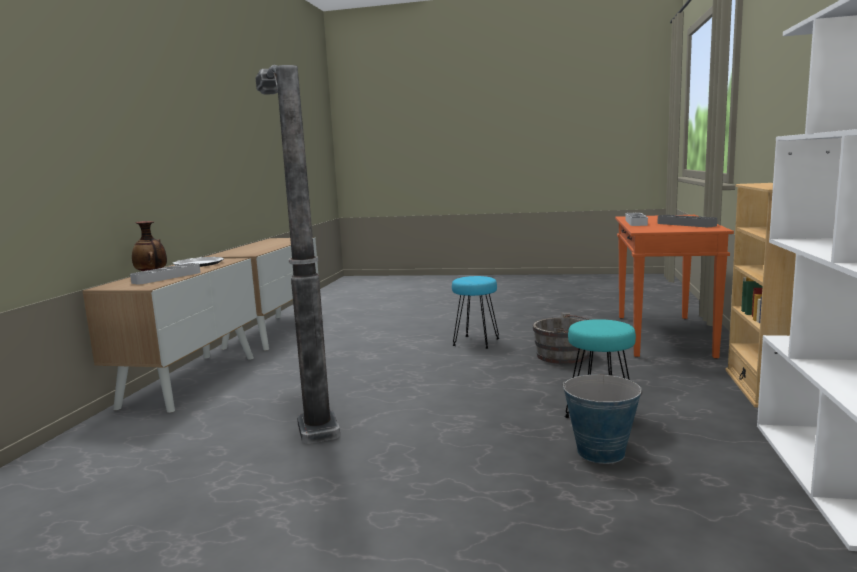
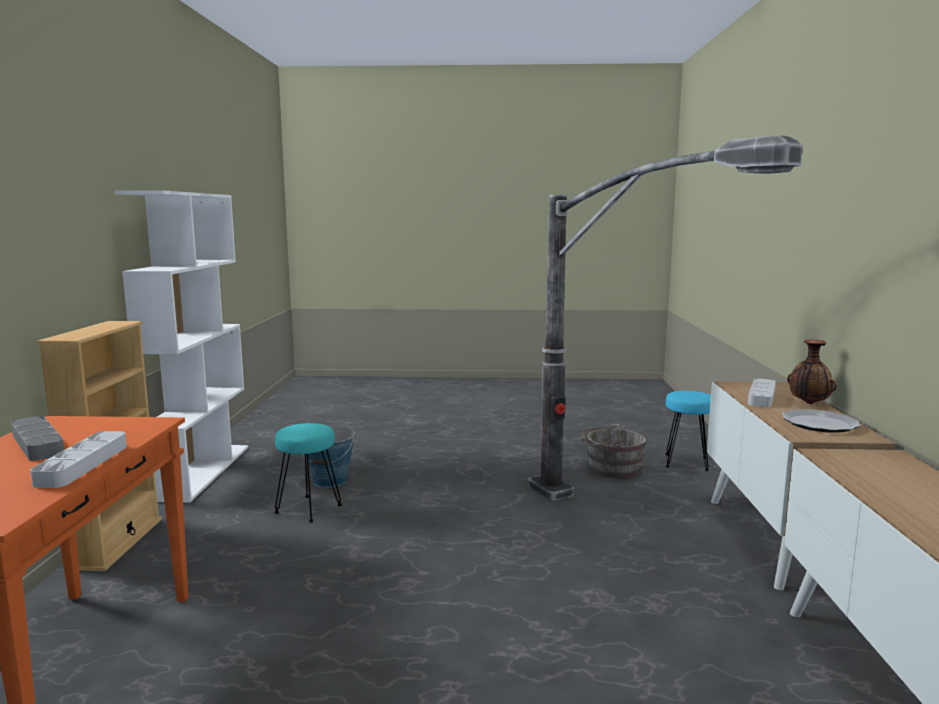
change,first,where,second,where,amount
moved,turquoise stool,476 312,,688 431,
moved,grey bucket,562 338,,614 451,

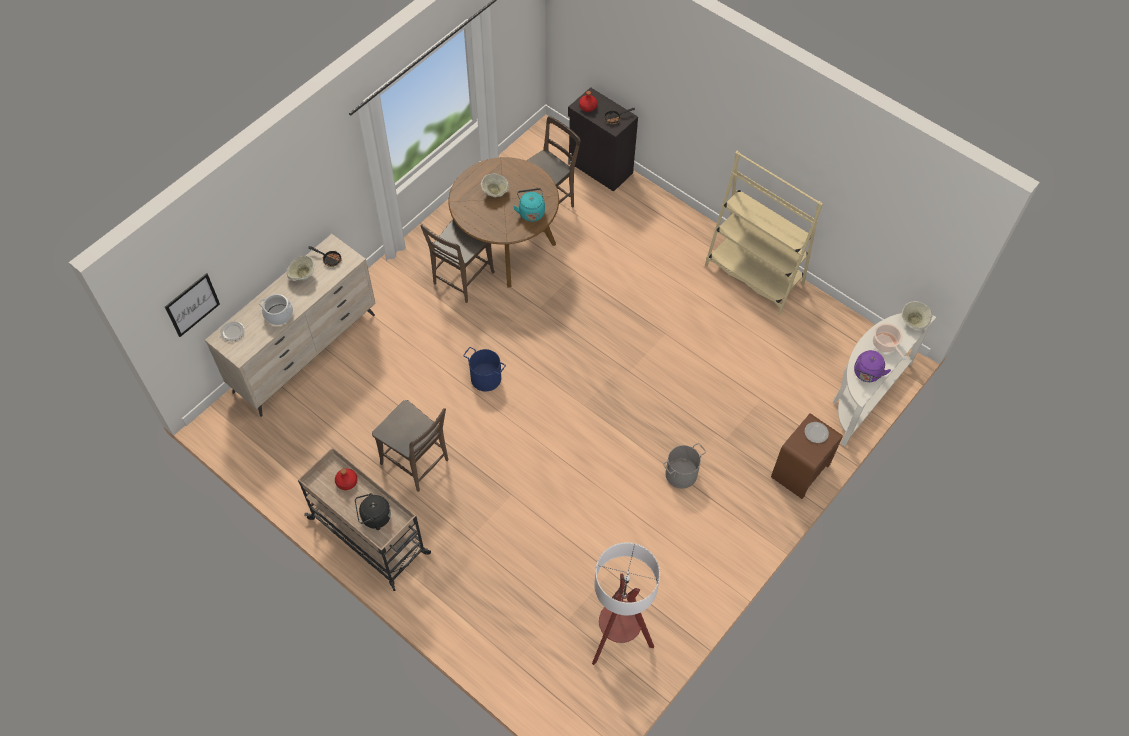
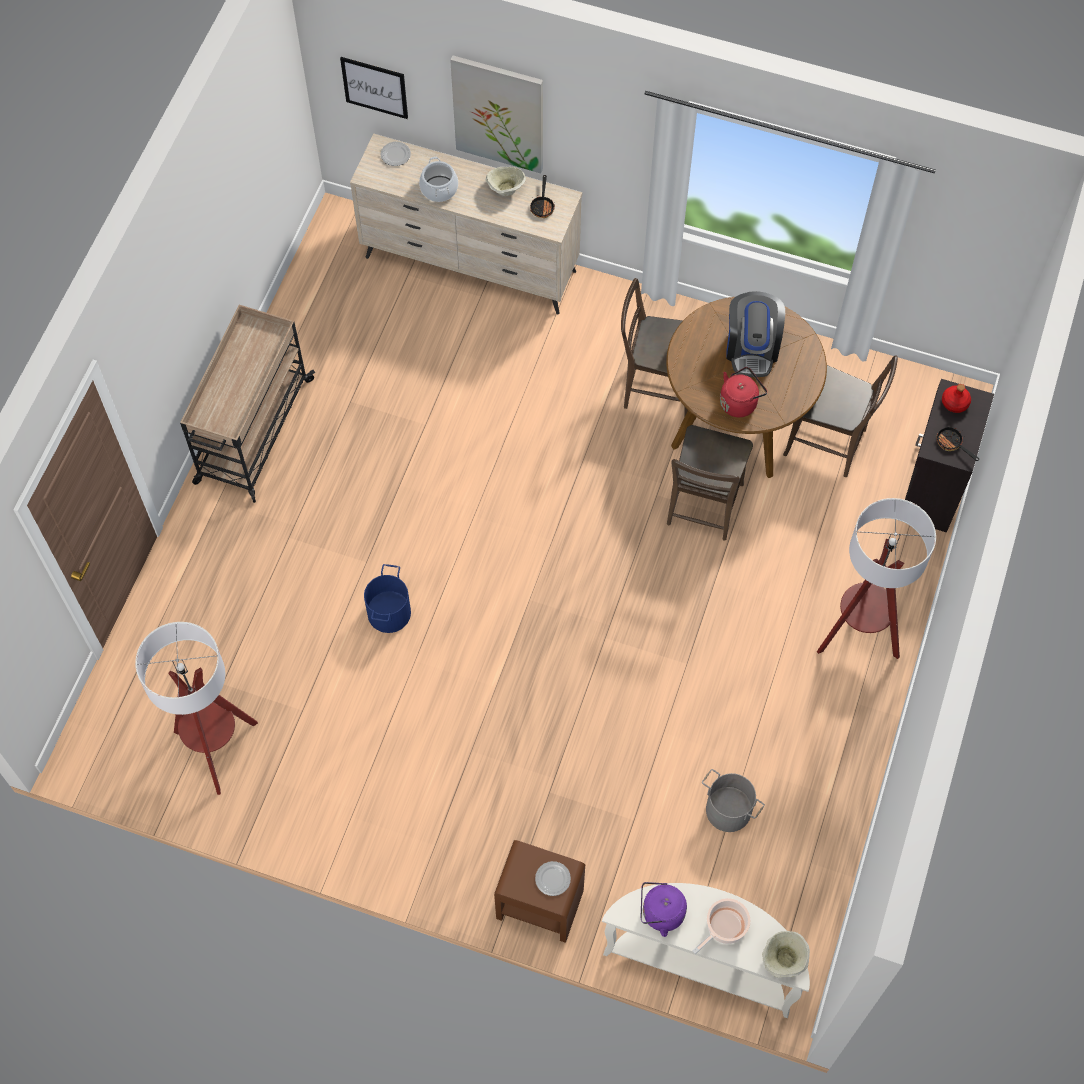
change,first,where,second,where,amount
removed,red bottle,346 479,,,
removed,black kettle,373 511,,,
moved,brown chair,410 446,,710 483,
moved,blue bucket,484 369,,387 598,
replaced,beige bowl,495 185,coffee machine,755 334,
recoloured,turquoise kettle,529 205,red kettle,743 392,
moved,grey bucket,684 466,,733 800,
removed,beige bookcase,764 233,,,
added,,,picture,496 114,
added,,,floor lamp,876 578,

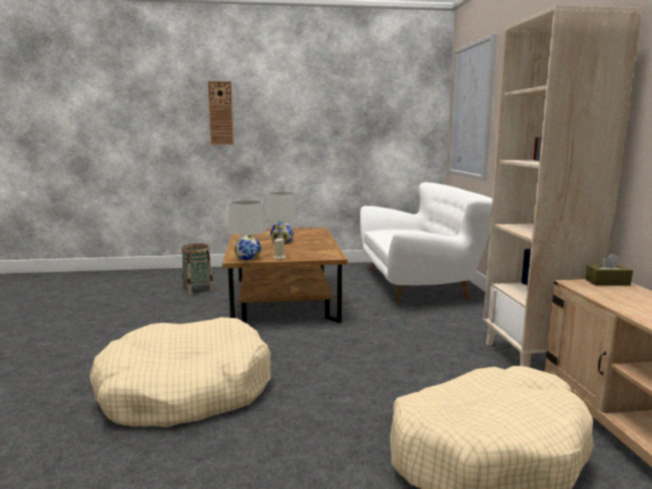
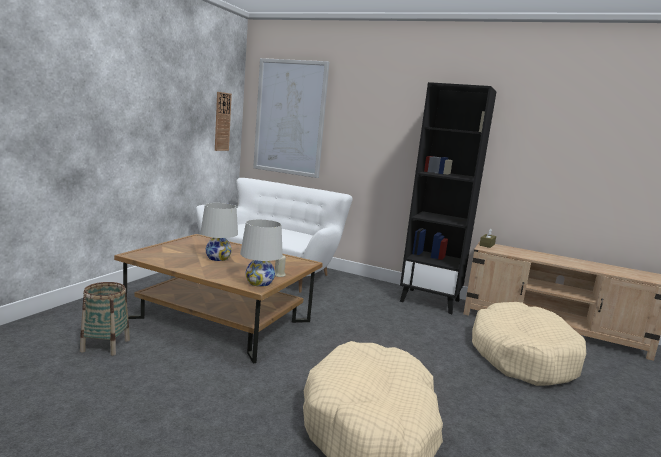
change,first,where,second,where,amount
moved,wall clock,221 113,,223 121,
recoloured,beige bookcase,562 186,black bookcase,448 198,

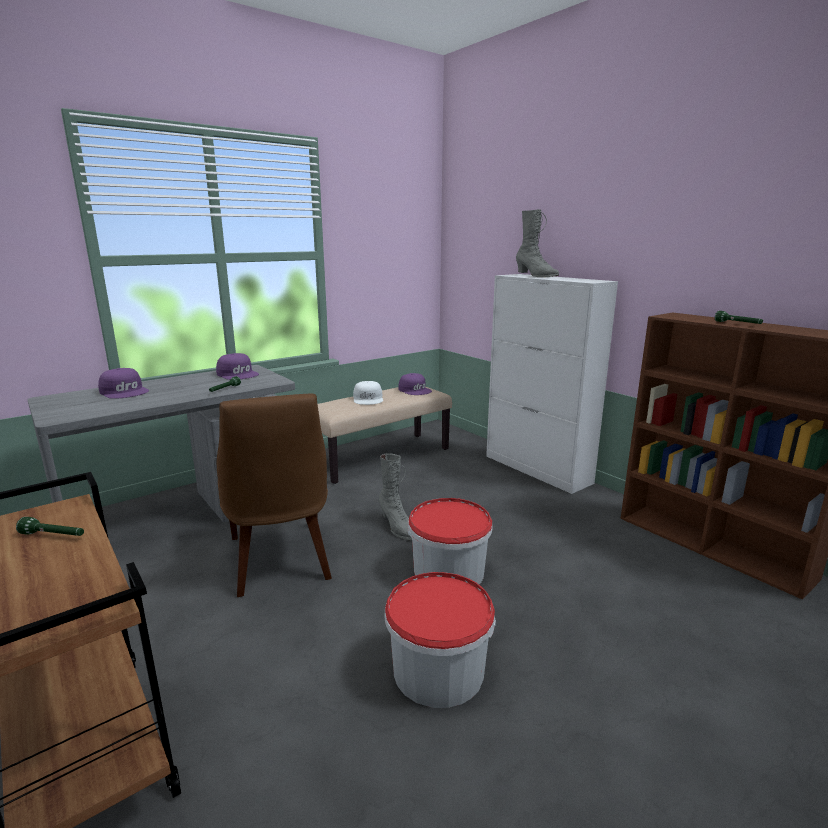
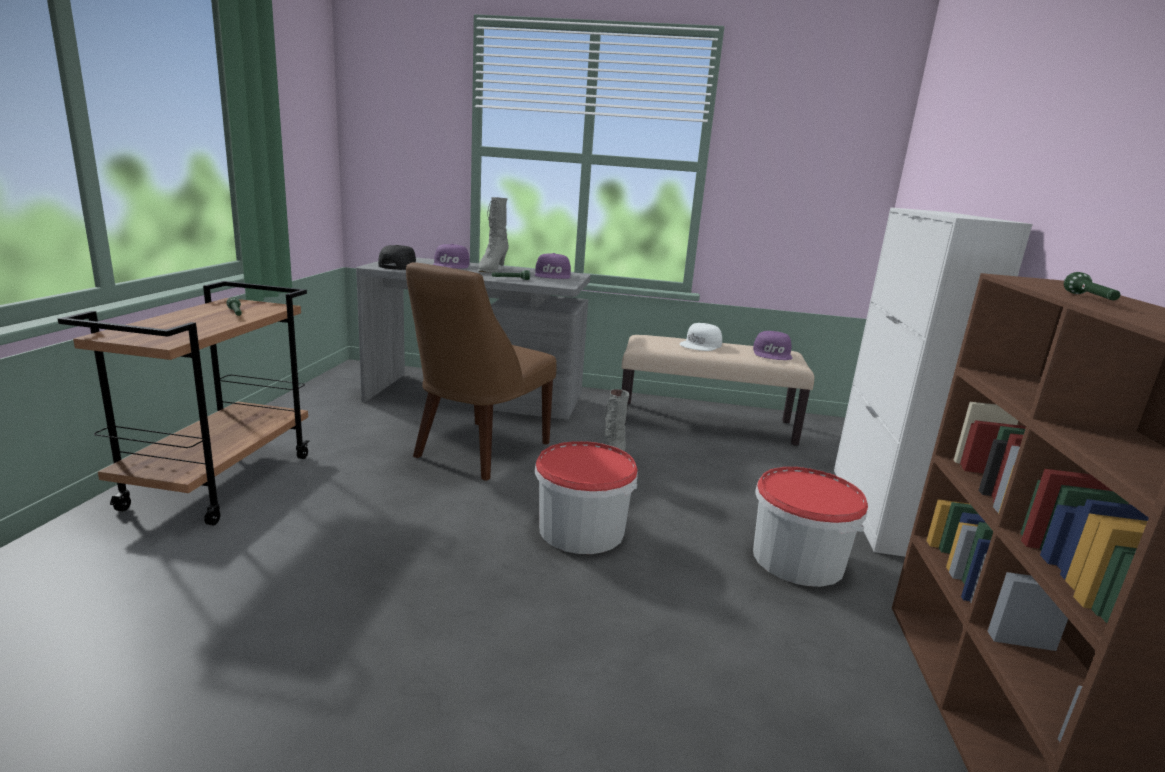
change,first,where,second,where,amount
moved,bucket,440 640,,810 527,
moved,grey boot,537 243,,493 234,
added,,,black cap,397 257,

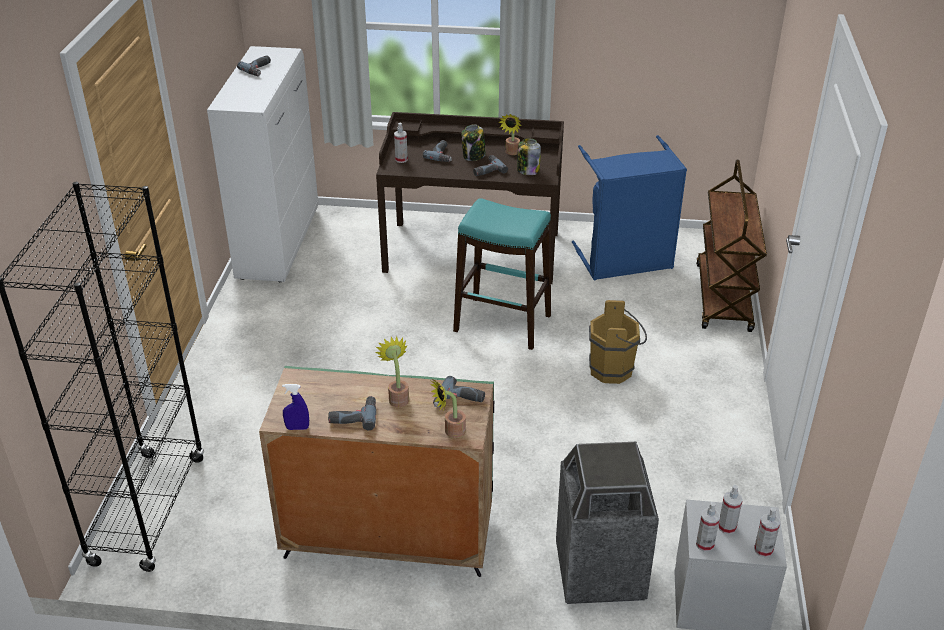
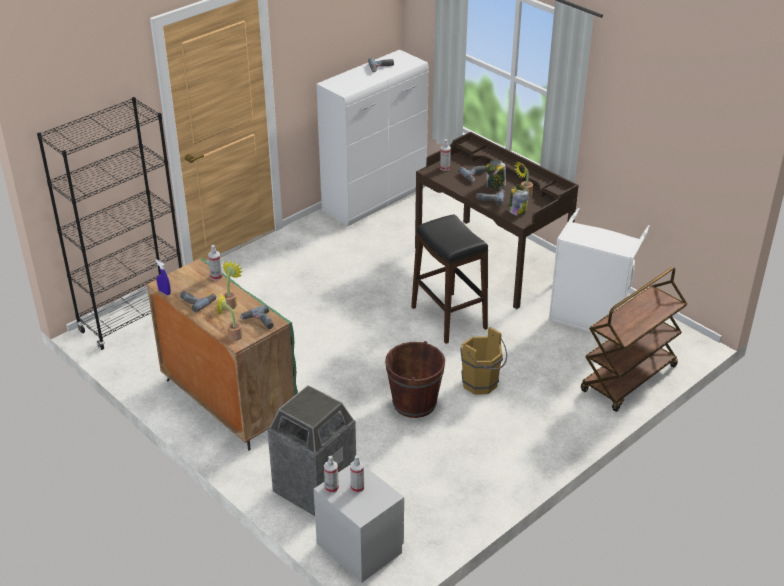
change,first,where,second,where,amount
recoloured,turquoise stool,502 274,black stool,449 279,
recoloured,blue laundry basket,629 208,white laundry basket,599 271,
moved,spray bottle,767 532,,215 263,
added,,,brown bucket,415 379,

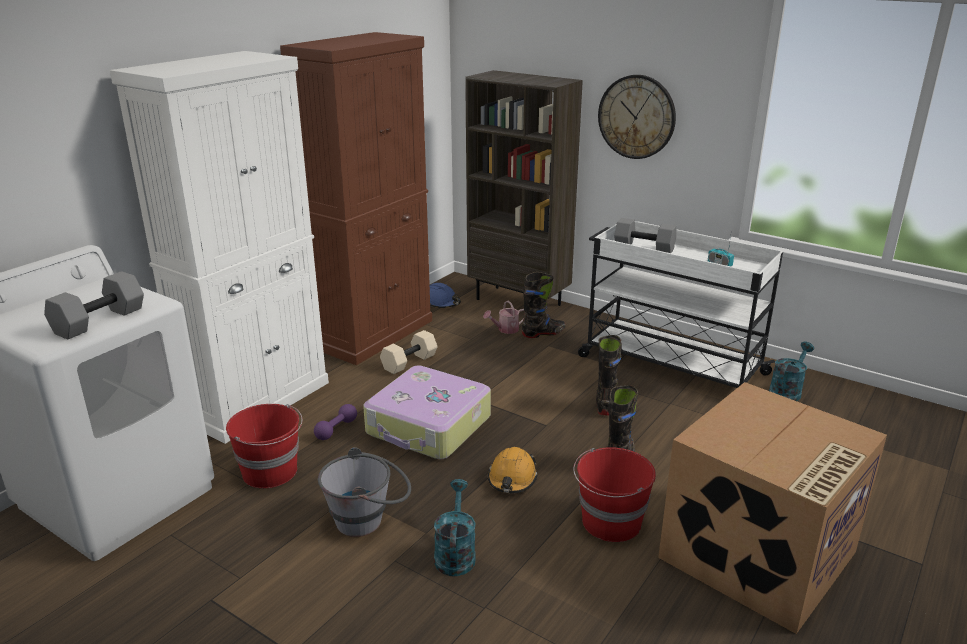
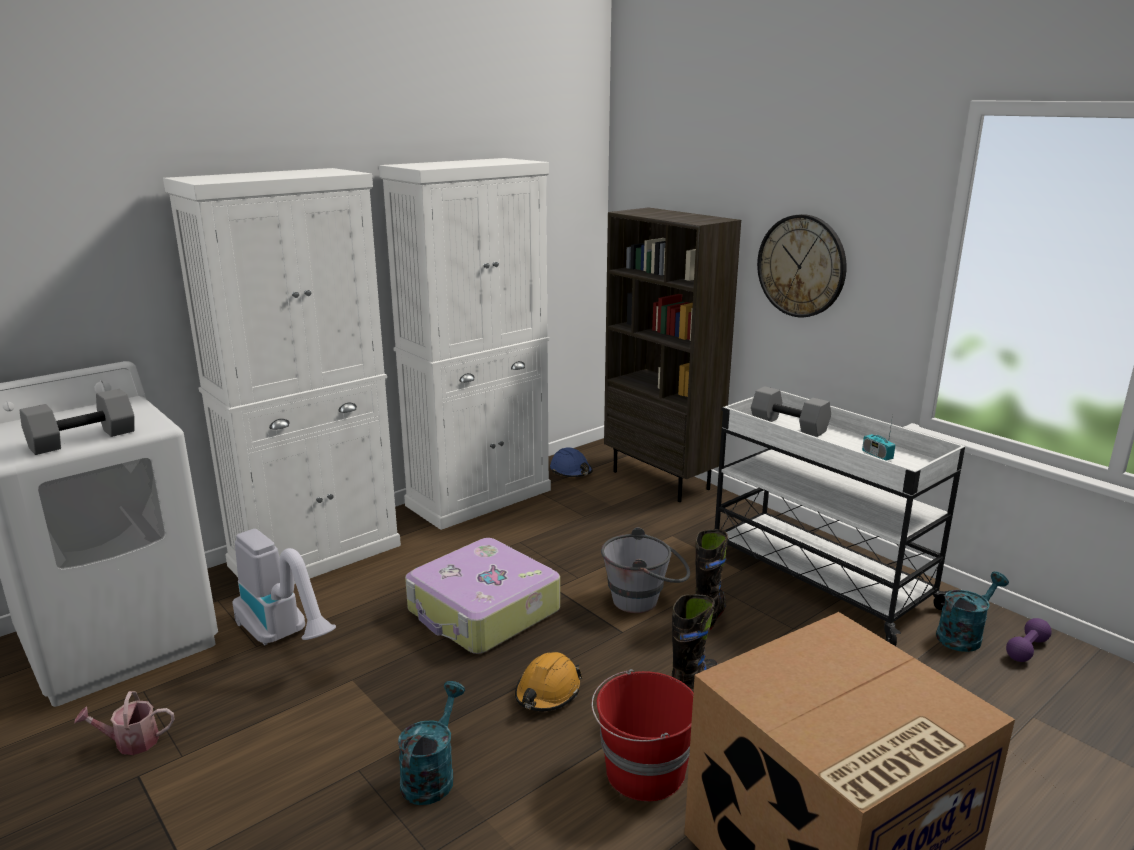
change,first,where,second,where,amount
replaced,red bucket,264 446,vacuum cleaner,284 587,
recoloured,brown cabinet,356 198,white cabinet,465 344,
moved,purple dumbbell,335 422,,1029 640,
moved,grey bucket,364 492,,645 570,
removed,beige dumbbell,409 352,,,
moved,watering can,503 317,,124 723,
removed,black boot,543 305,,,

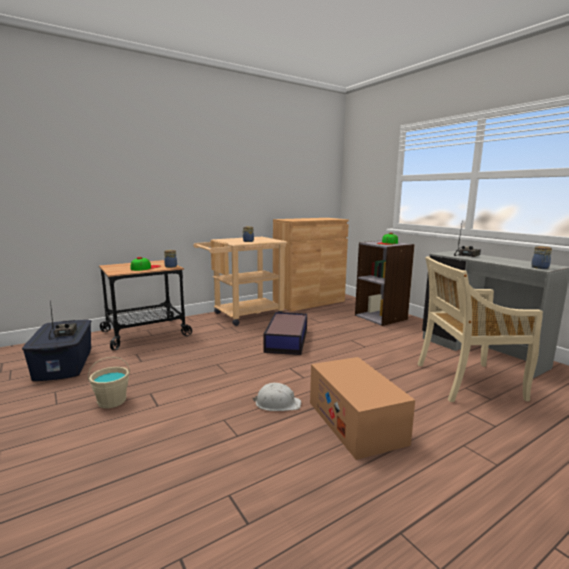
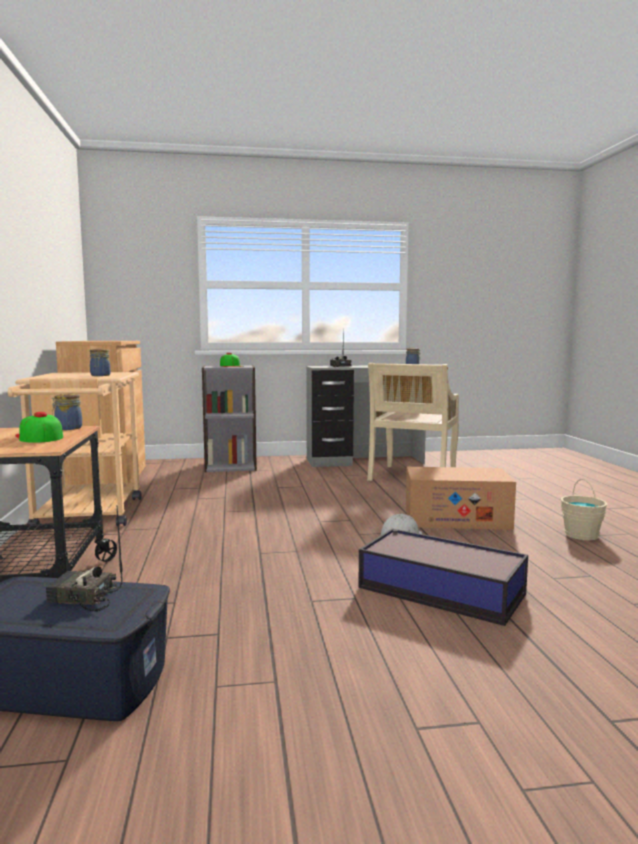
change,first,where,second,where,amount
moved,beige bucket,109 382,,584 509,
moved,storage box,285 333,,443 577,

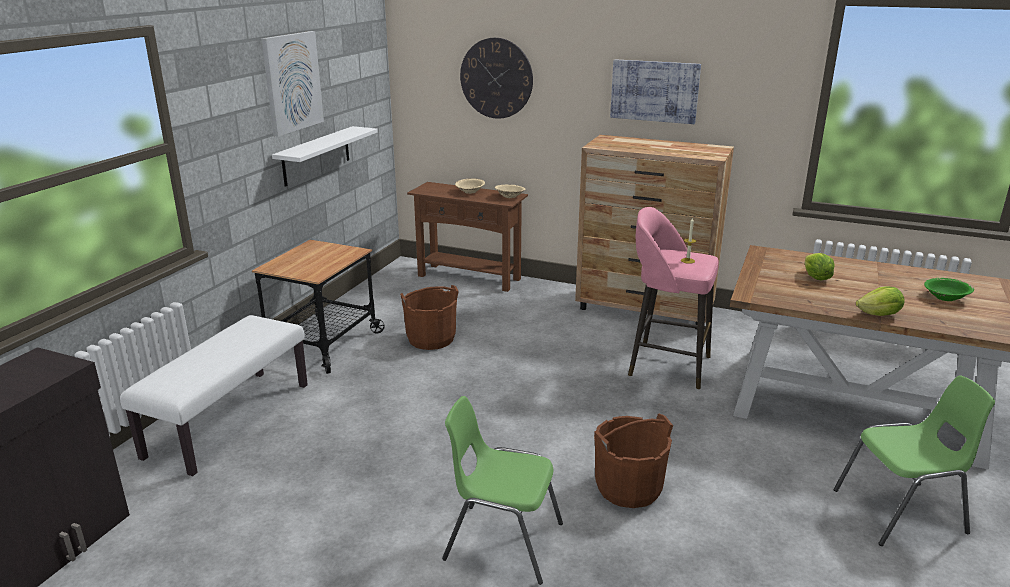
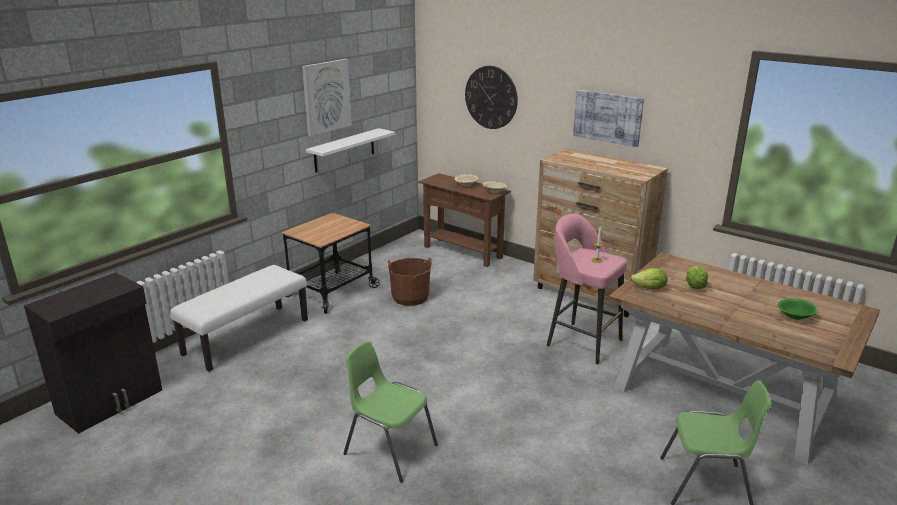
change,first,where,second,where,amount
removed,brown bucket,633 461,,,
moved,lettuce,880 301,,649 278,

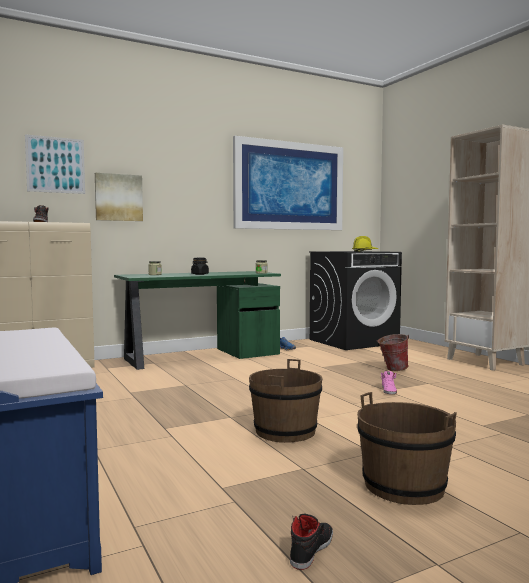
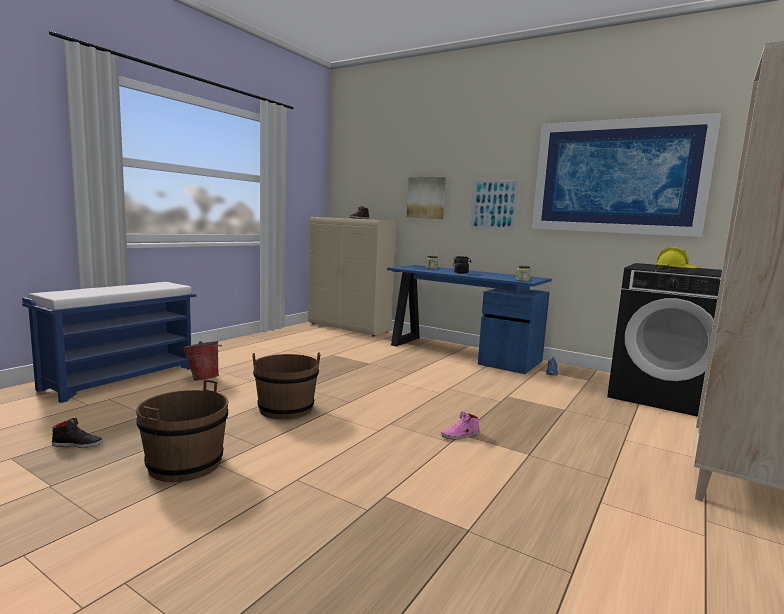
change,first,where,second,where,amount
moved,picture,55 164,,494 205,
recoloured,green desk,197 320,blue desk,469 319,
moved,bucket,393 352,,202 361,

